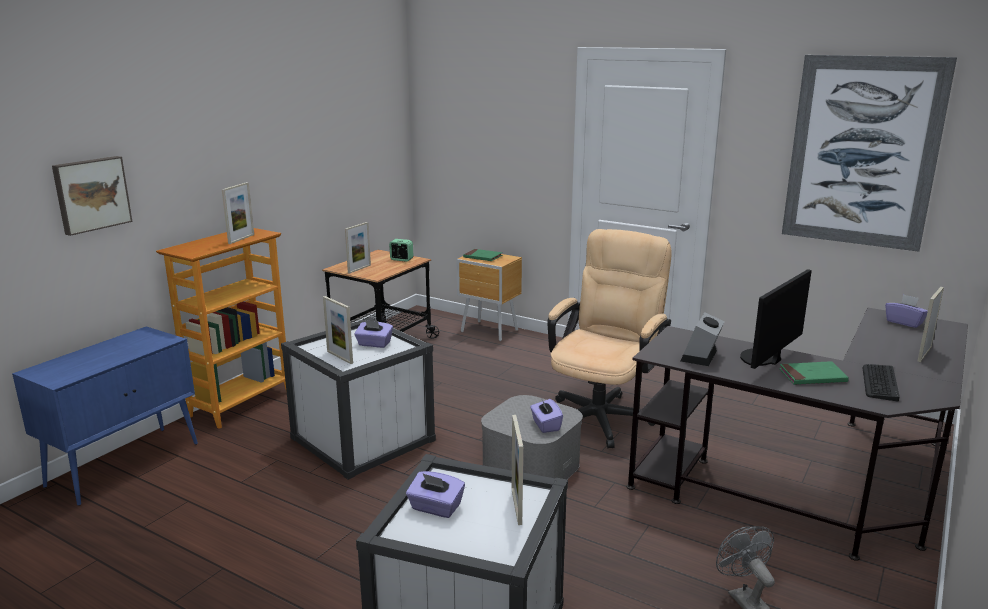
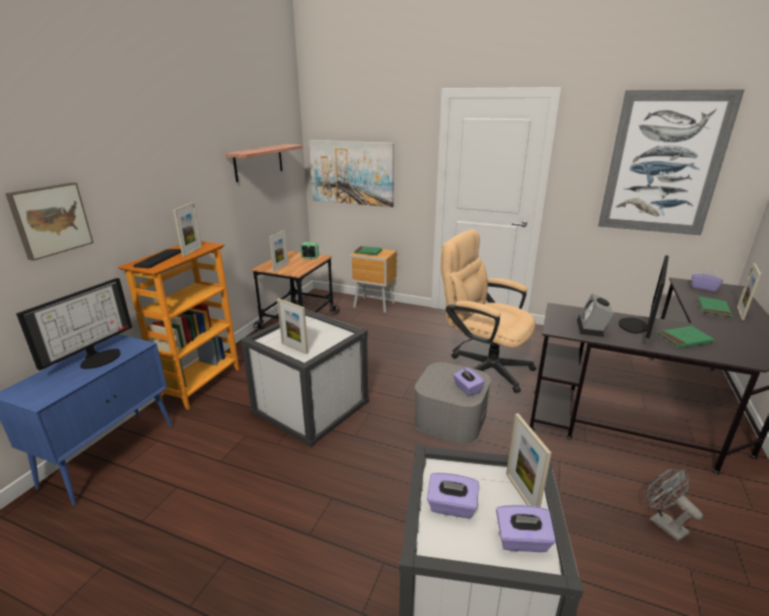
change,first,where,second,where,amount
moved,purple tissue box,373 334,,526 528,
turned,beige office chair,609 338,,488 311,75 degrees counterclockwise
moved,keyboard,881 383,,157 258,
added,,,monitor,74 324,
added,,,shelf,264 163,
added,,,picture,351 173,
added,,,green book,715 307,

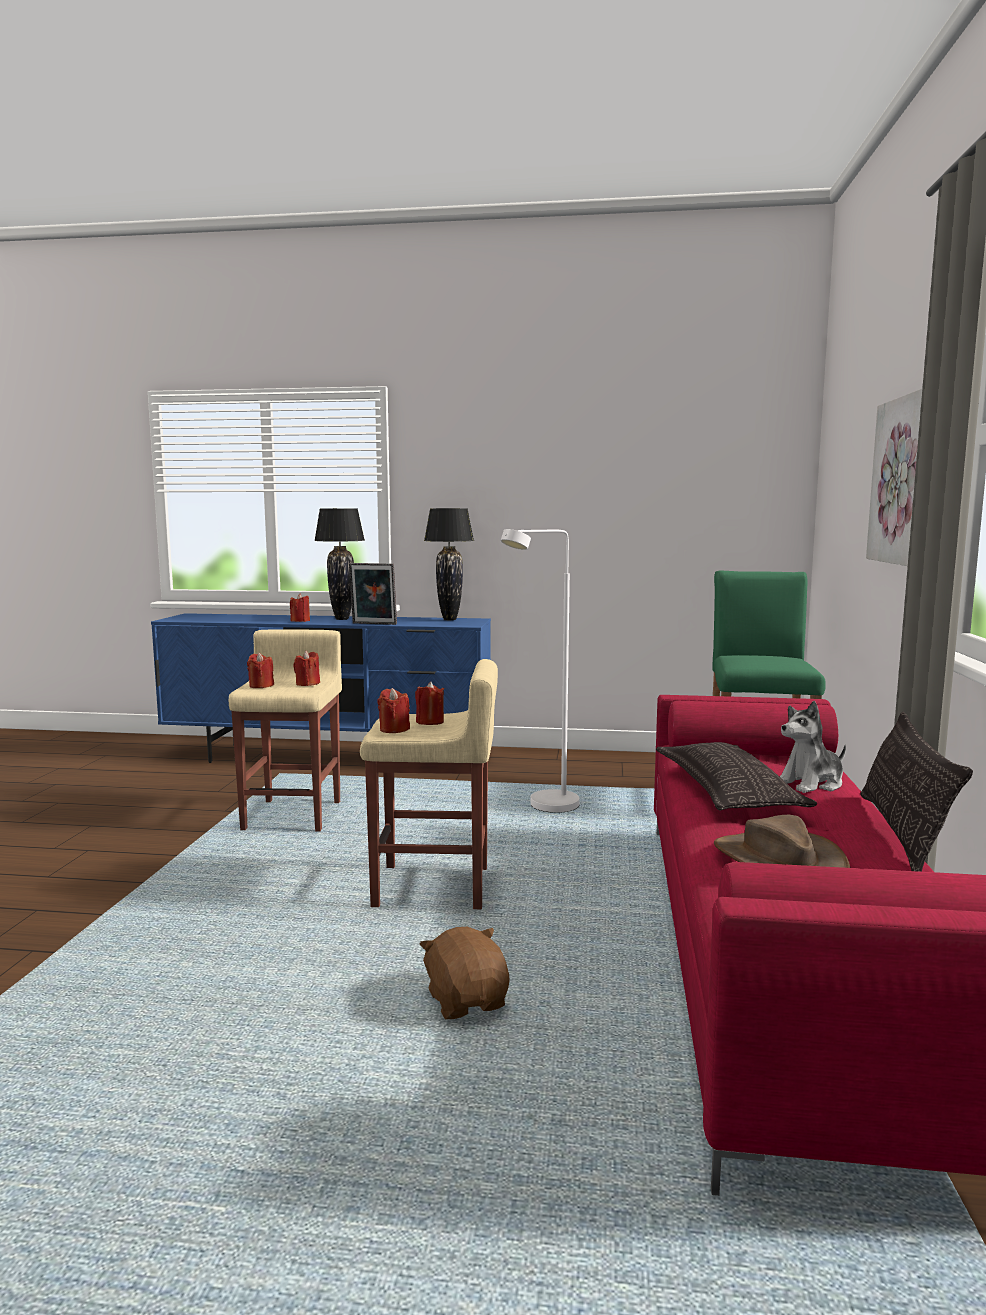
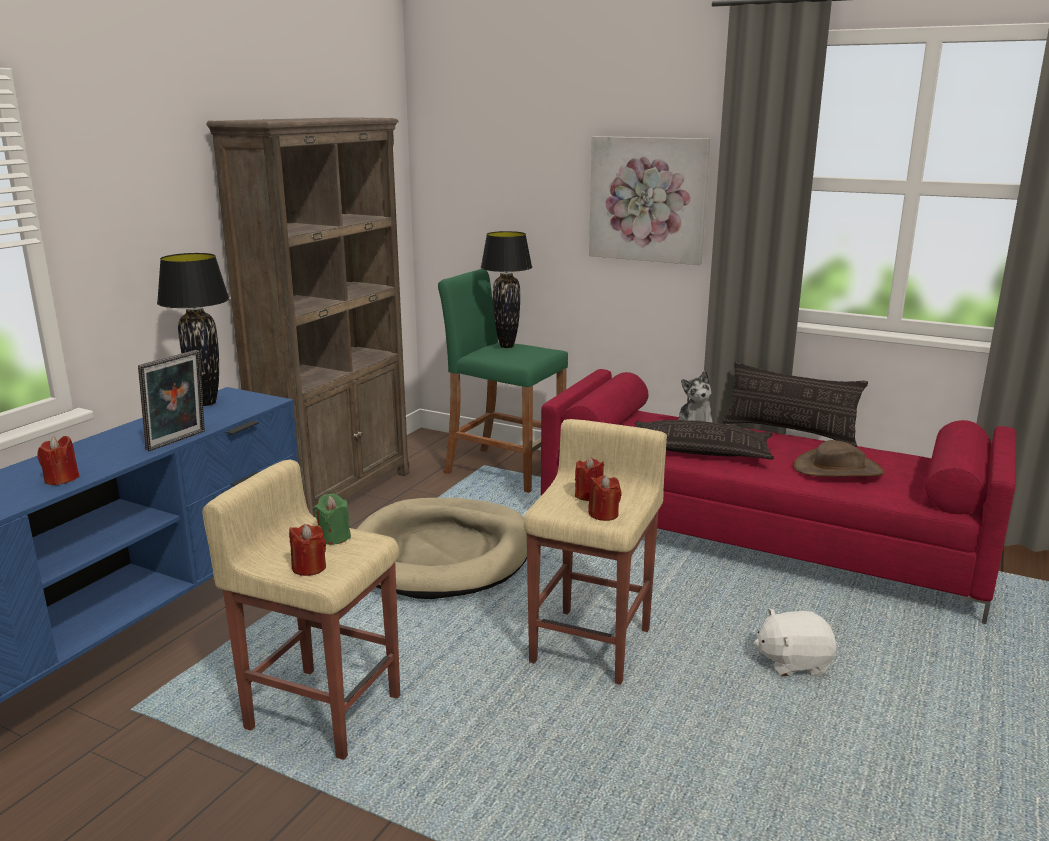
change,first,where,second,where,amount
recoloured,red candle,306 668,green candle,332 519,
moved,black table lamp,339 564,,506 289,
recoloured,brown plush toy,464 973,white plush toy,795 642,
replaced,white floor lamp,540 671,beige dog bed,442 548,
added,,,brown bookcase,307 317,

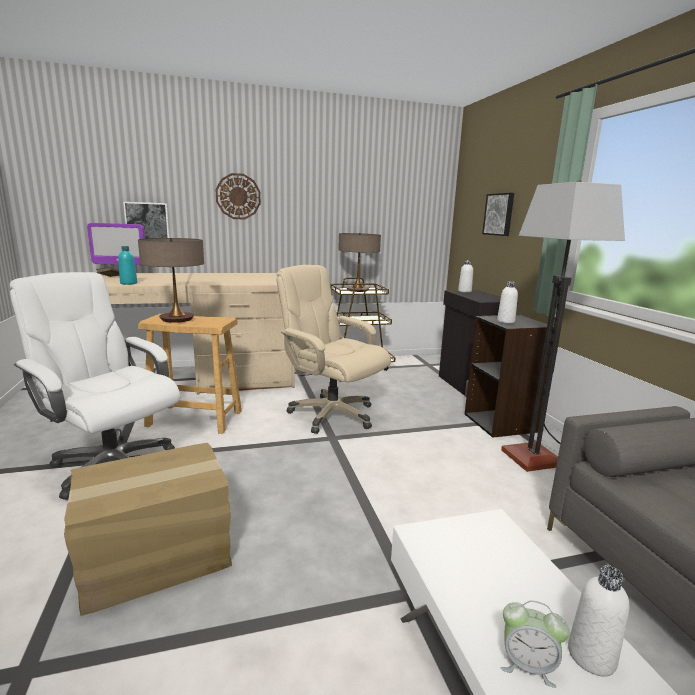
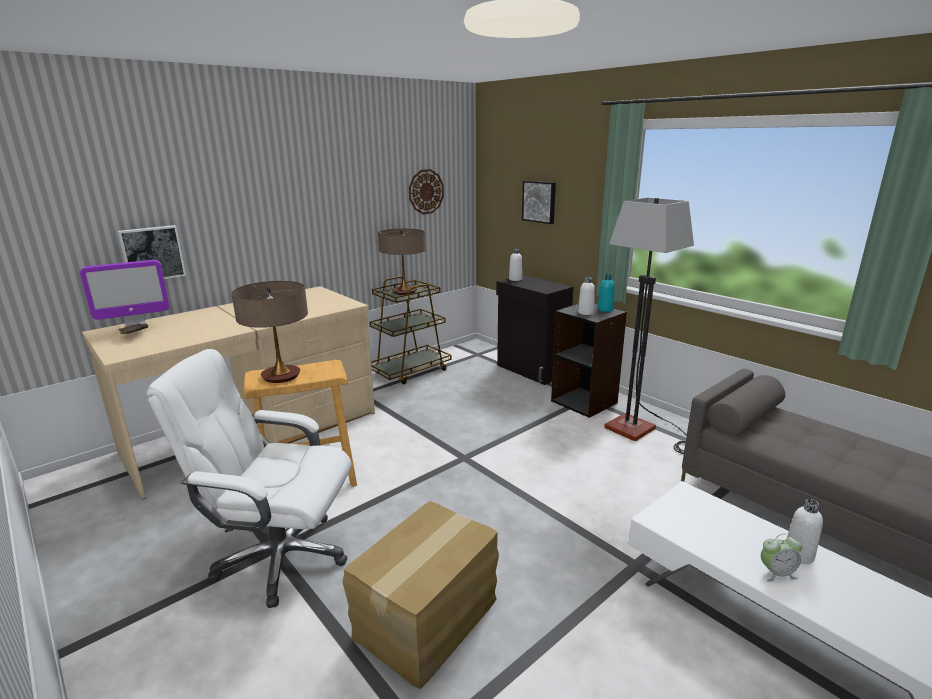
change,first,where,second,where,amount
moved,turquoise bottle,127 265,,606 293,
moved,wall clock,238 196,,426 191,
removed,beige office chair,333 349,,,

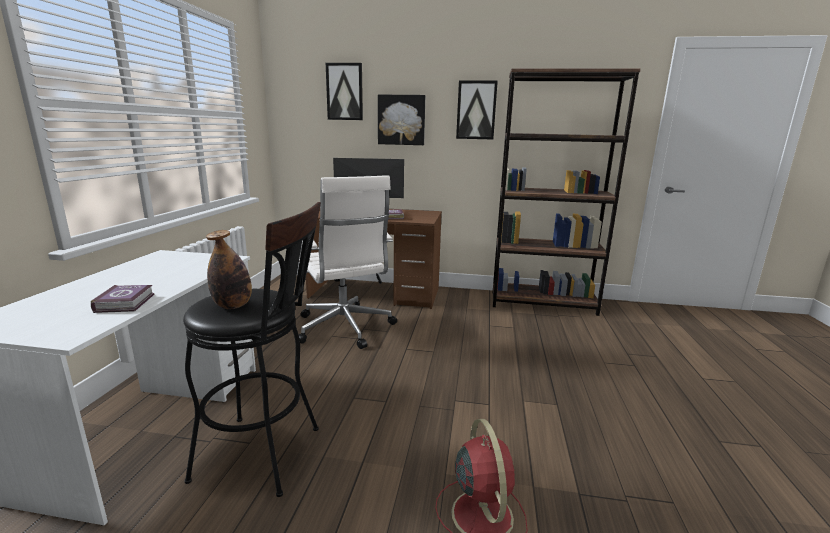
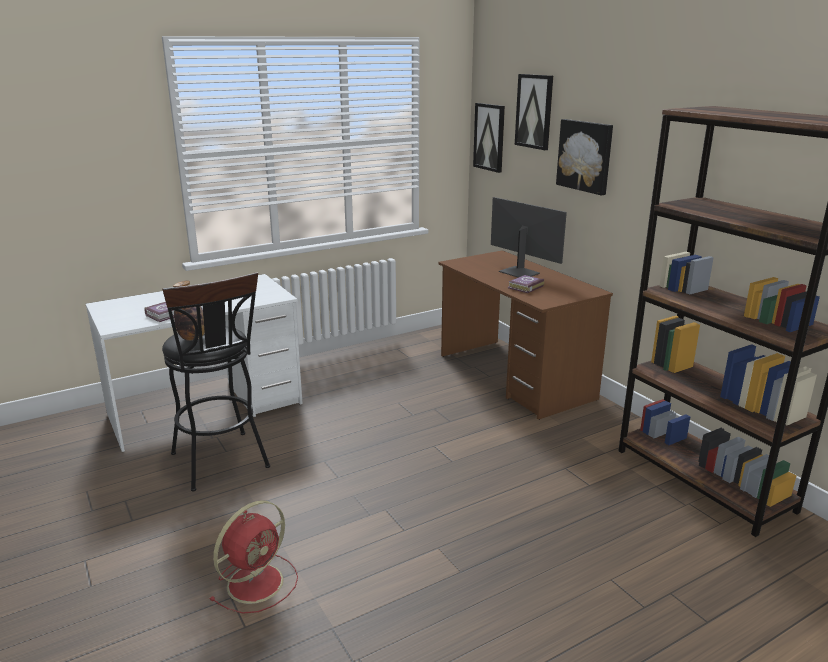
change,first,where,second,where,amount
removed,white office chair,347 262,,,
moved,picture,477 109,,489 138,

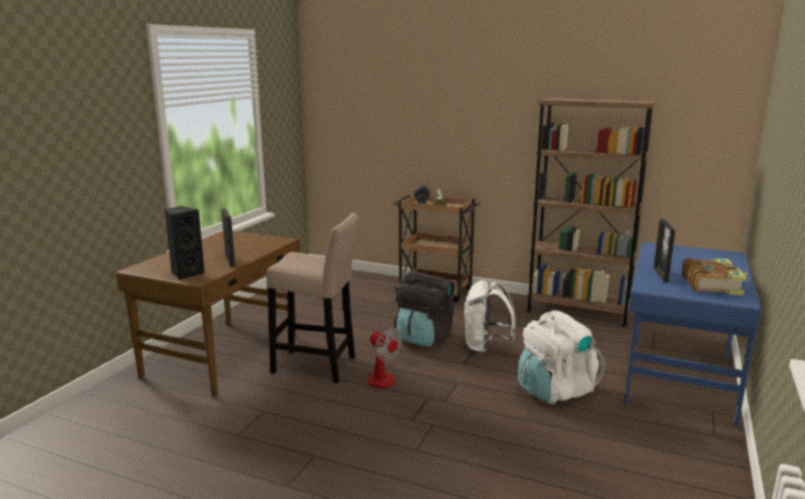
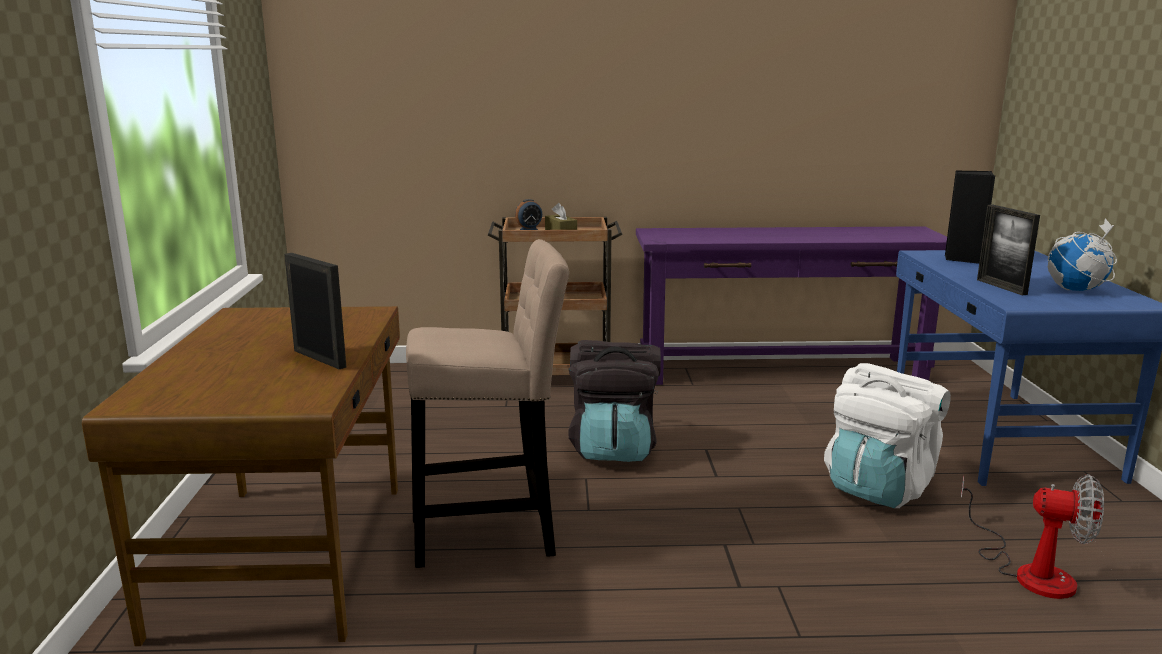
change,first,where,second,where,amount
moved,black speaker,185 243,,970 217,
moved,fan,385 357,,1032 536,
removed,white backpack,490 316,,,
replaced,brown bookcase,591 212,purple console table,791 305,
replaced,book,714 276,globe,1082 255,

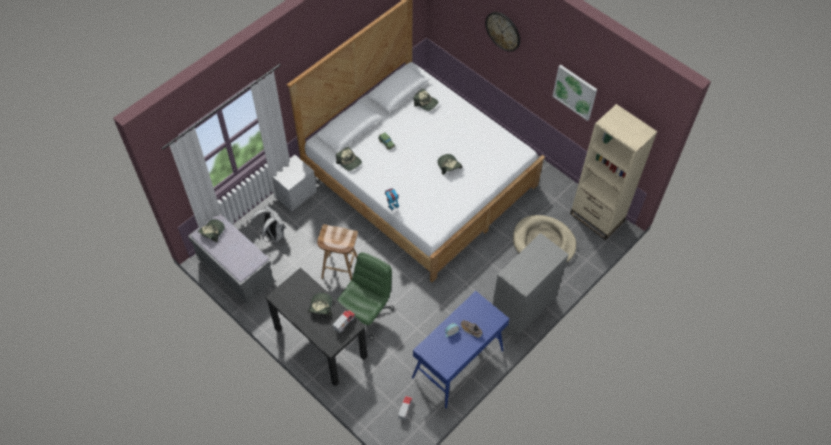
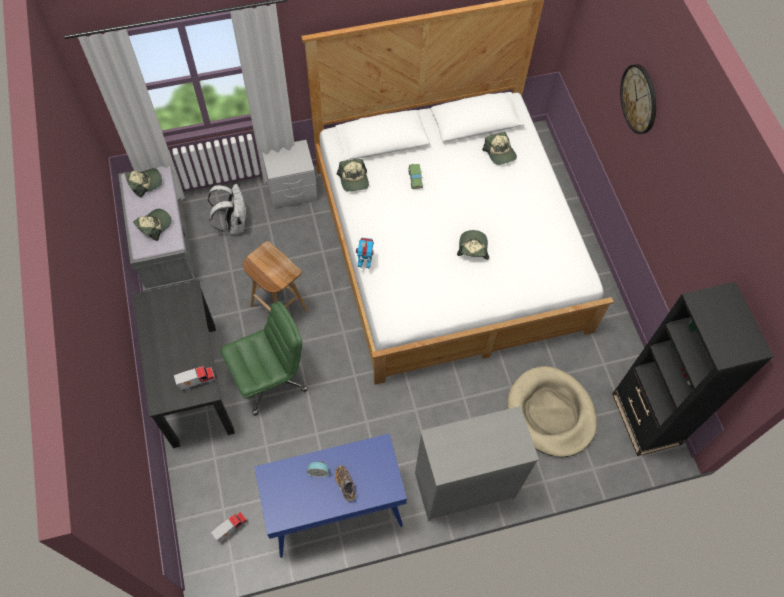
change,first,where,second,where,amount
moved,cap,320 304,,152 225,
removed,picture,574 93,,,
recoloured,beige bookcase,613 172,black bookcase,693 368,

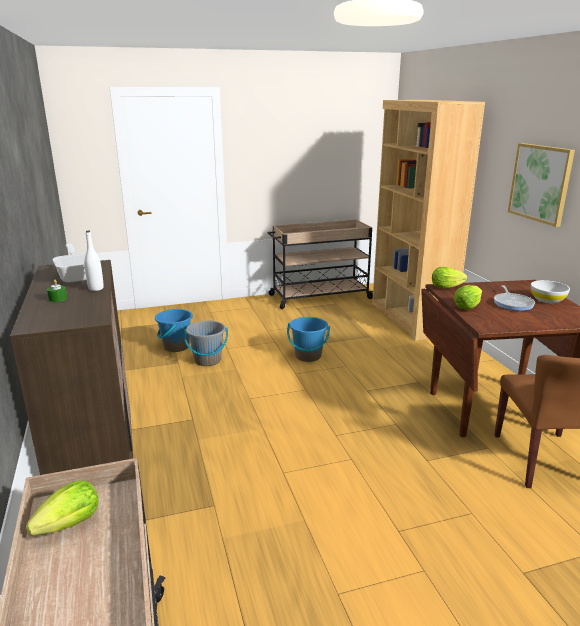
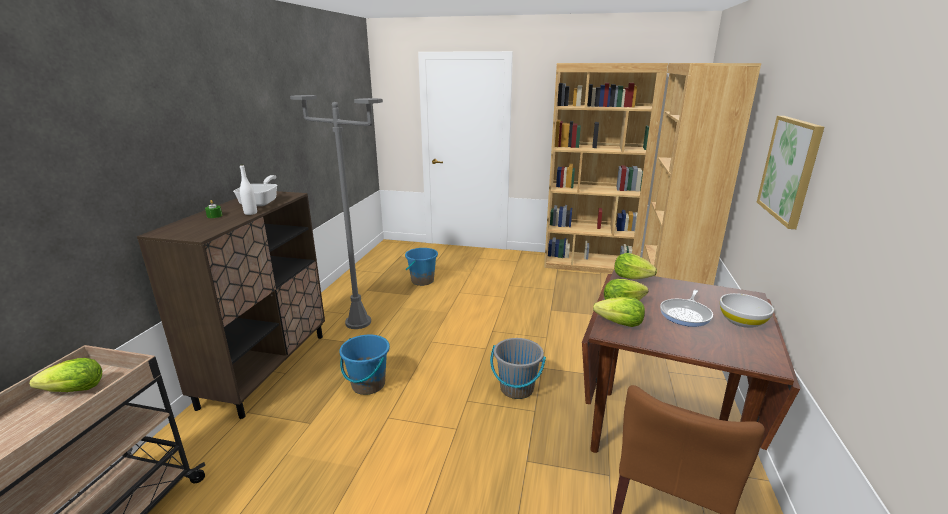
change,first,where,second,where,amount
moved,grey bucket,206 343,,518 368,
replaced,beige cart,320 264,brown bookcase,606 168,
moved,blue bucket,308 339,,364 365,
added,,,grey floor lamp,336 212,
added,,,lettuce,619 312,

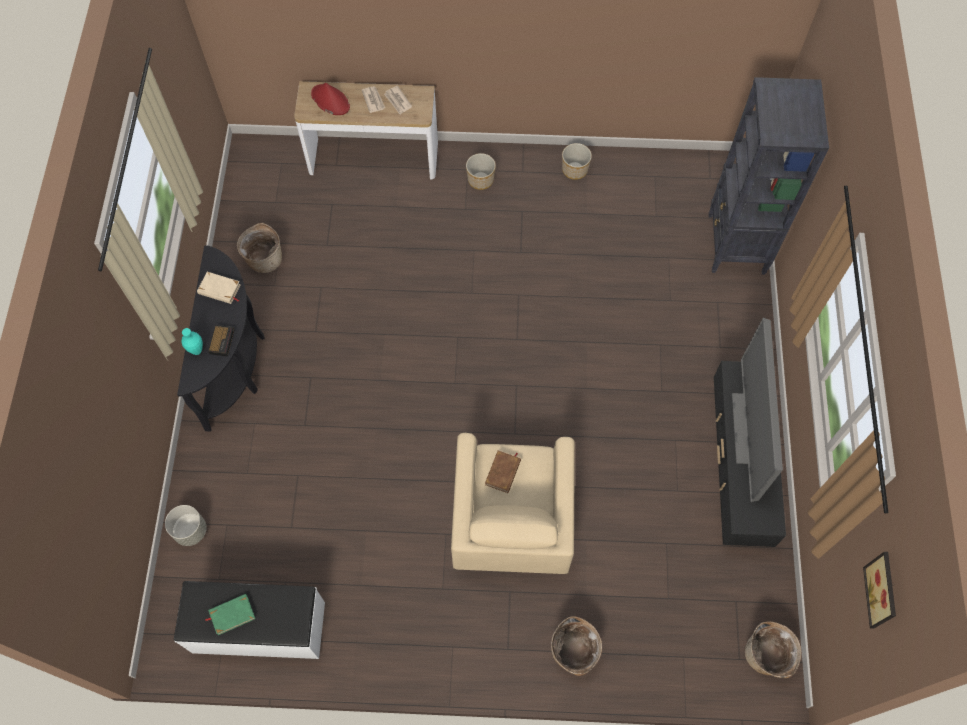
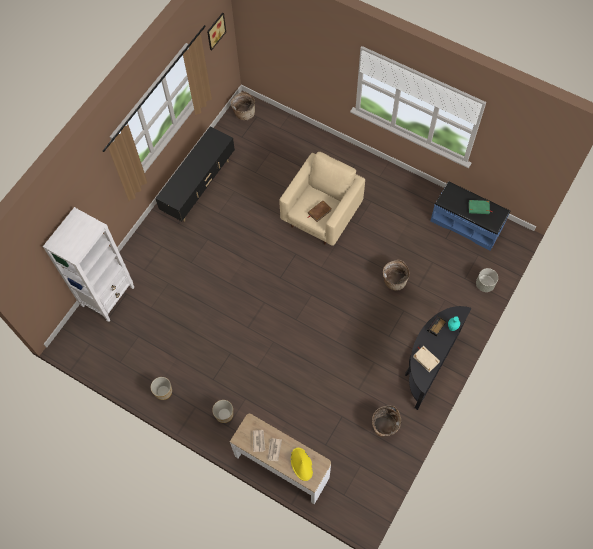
change,first,where,second,where,amount
recoloured,white bench,249 620,blue bench,470 216,
recoloured,red hat,330 99,yellow hat,302 464,
moved,basket,576 646,,396 275,
recoloured,black bookcase,769 176,white bookcase,88 264,
removed,television,757 410,,,

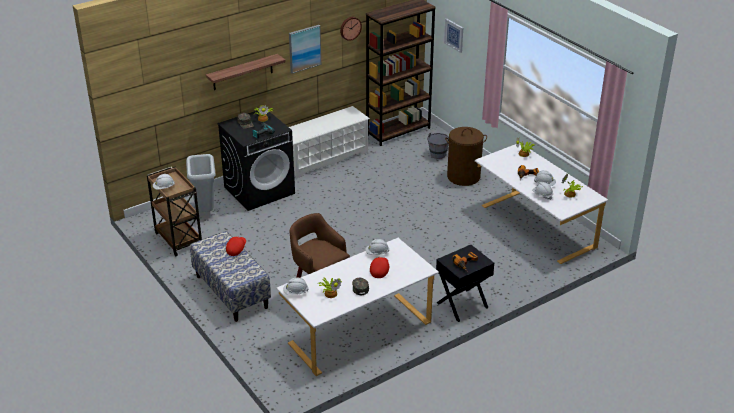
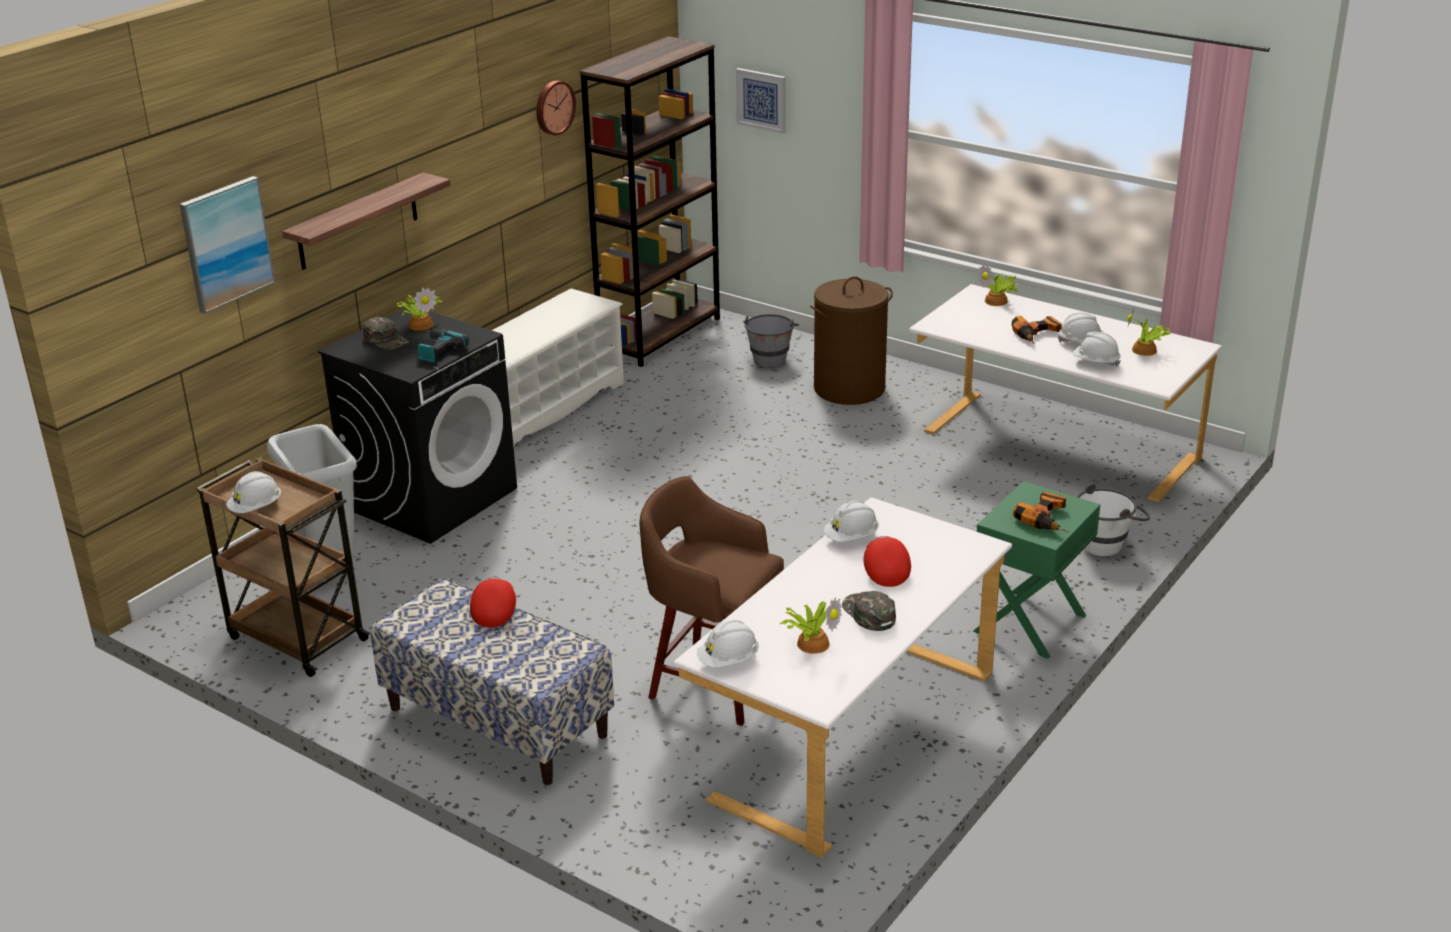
change,first,where,second,where,amount
moved,picture,305 49,,227 245,
recoloured,black nightstand,465 283,green nightstand,1036 570,
added,,,white bucket,1113 519,

